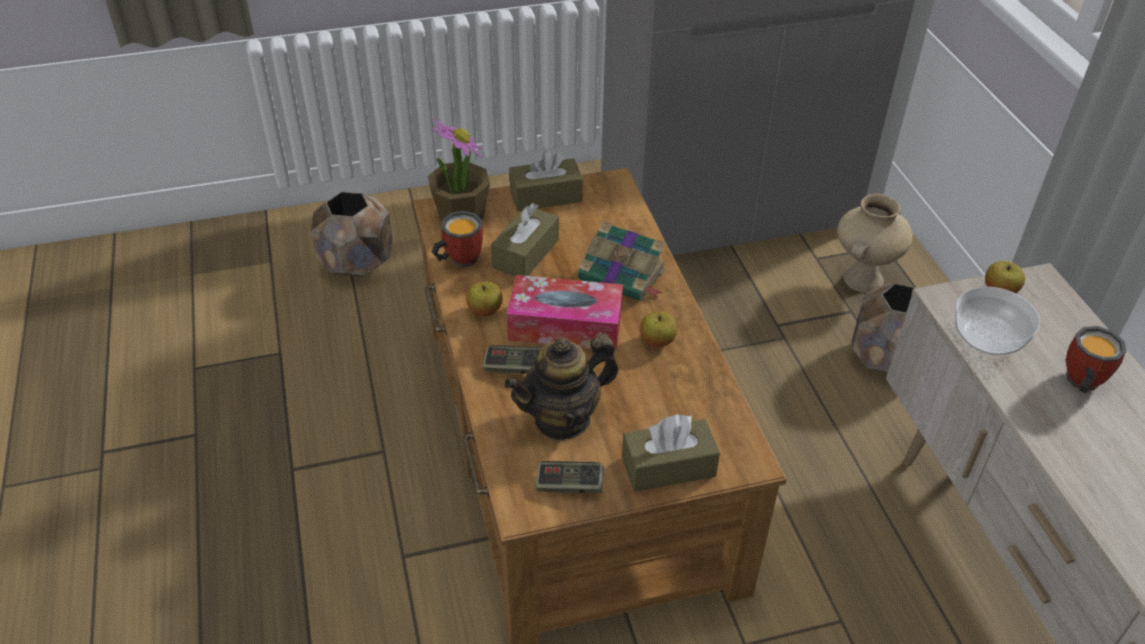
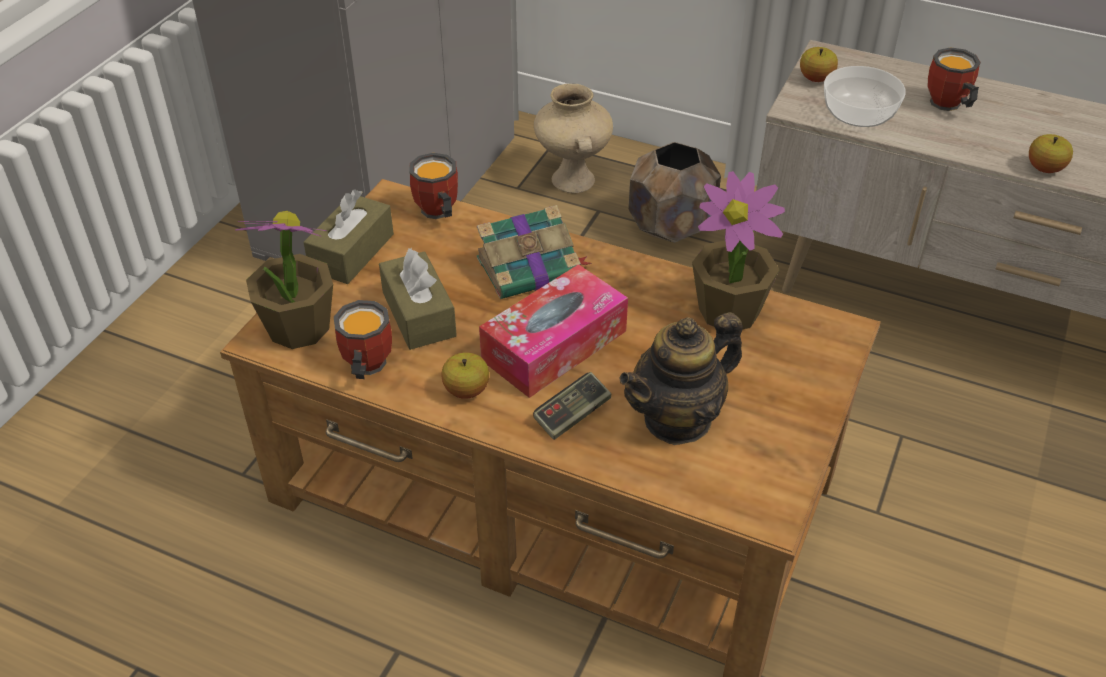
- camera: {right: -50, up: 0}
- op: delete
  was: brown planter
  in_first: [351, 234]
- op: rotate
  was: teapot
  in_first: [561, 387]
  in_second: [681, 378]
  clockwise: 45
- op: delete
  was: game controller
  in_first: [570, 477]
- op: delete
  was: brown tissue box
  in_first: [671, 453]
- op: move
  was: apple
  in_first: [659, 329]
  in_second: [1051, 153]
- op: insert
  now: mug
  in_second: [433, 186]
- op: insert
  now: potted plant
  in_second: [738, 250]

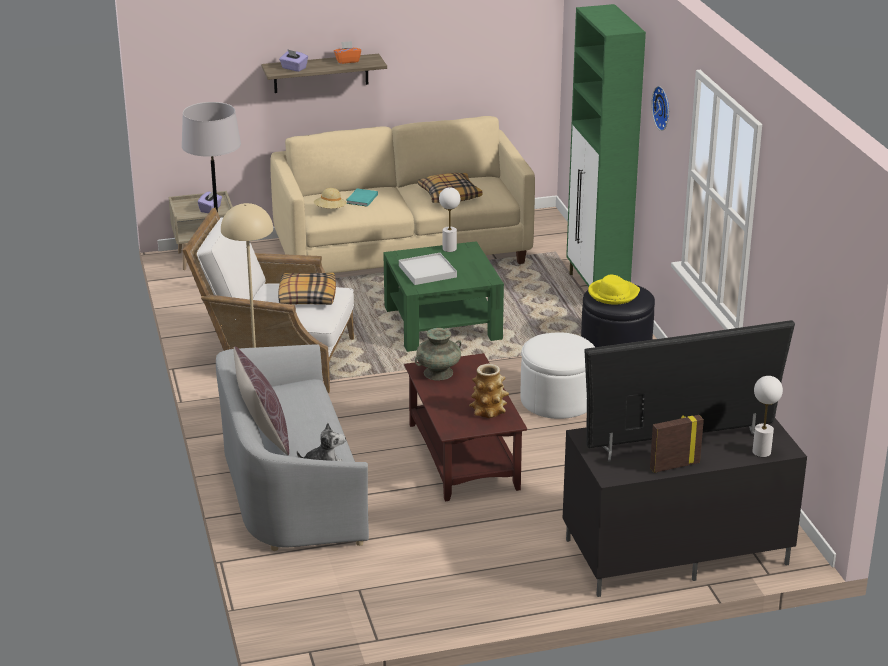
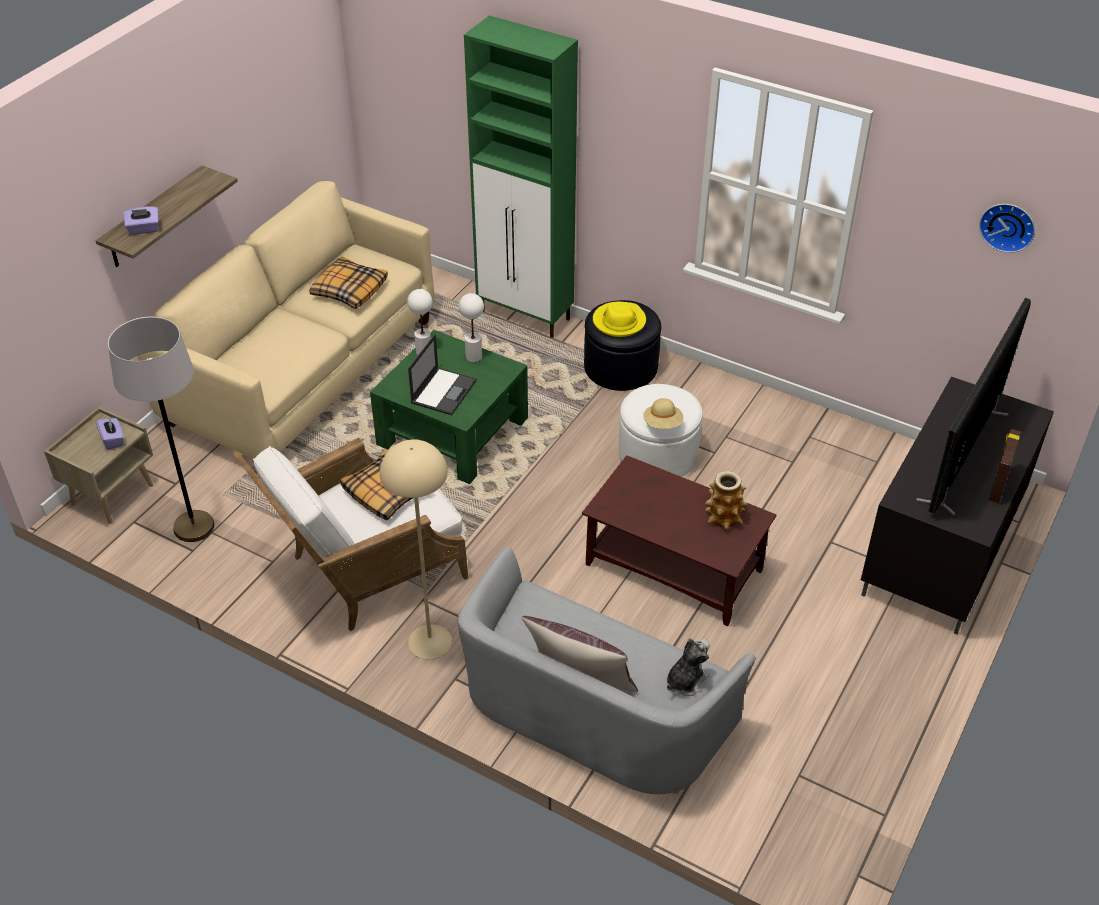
- camera: {right: -45, up: 15}
- op: move
  was: beige hat
  in_first: [330, 198]
  in_second: [663, 413]
- op: delete
  was: orange tissue box
  in_first: [347, 52]
- op: delete
  was: turquoise book
  in_first: [362, 197]
- op: replace
  was: white tray
  now: laptop
  in_first: [428, 269]
  in_second: [442, 374]
- op: delete
  was: turquoise vase
  in_first: [438, 354]
- op: move
  was: wall clock
  in_first: [660, 108]
  in_second: [1007, 228]
- op: move
  was: white table lamp
  in_first: [767, 416]
  in_second: [471, 327]

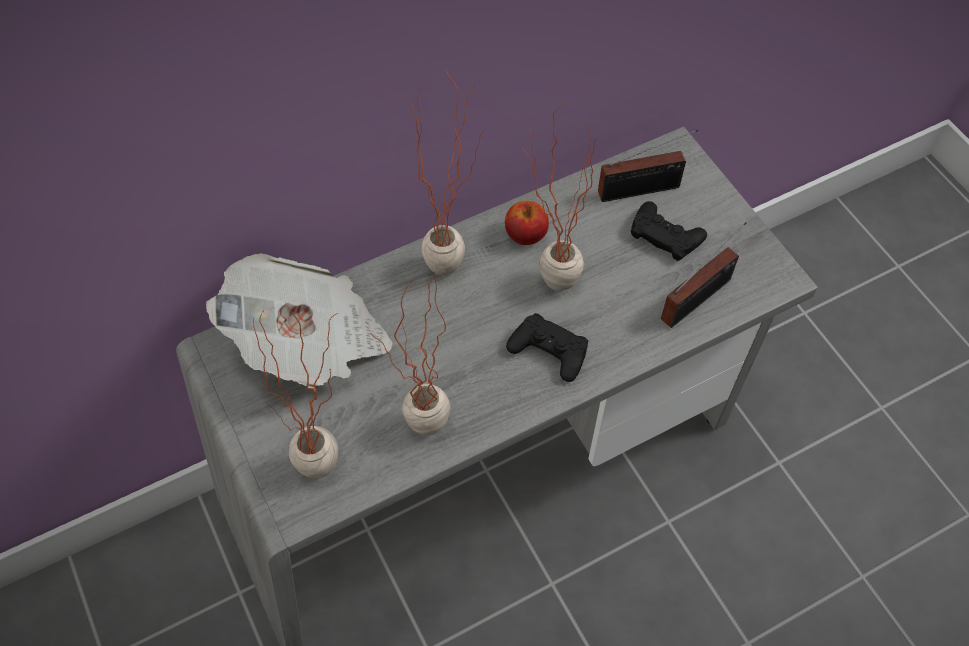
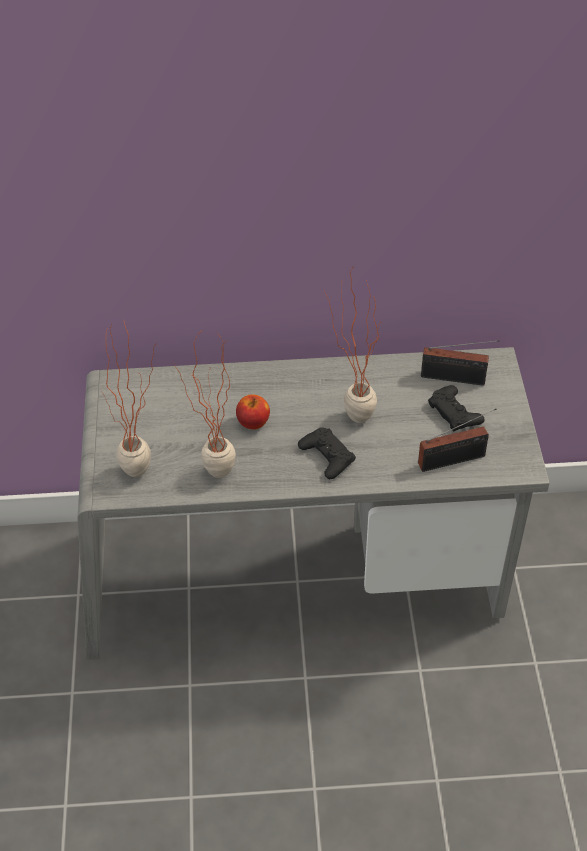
- camera: {right: 25, up: -10}
- op: delete
  was: newspaper
  in_first: [299, 320]
- op: delete
  was: potted plant
  in_first: [448, 173]
- op: move
  was: apple
  in_first: [527, 223]
  in_second: [253, 412]

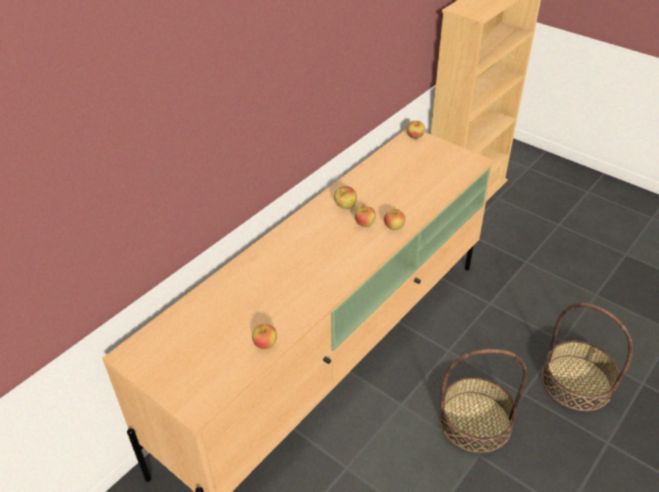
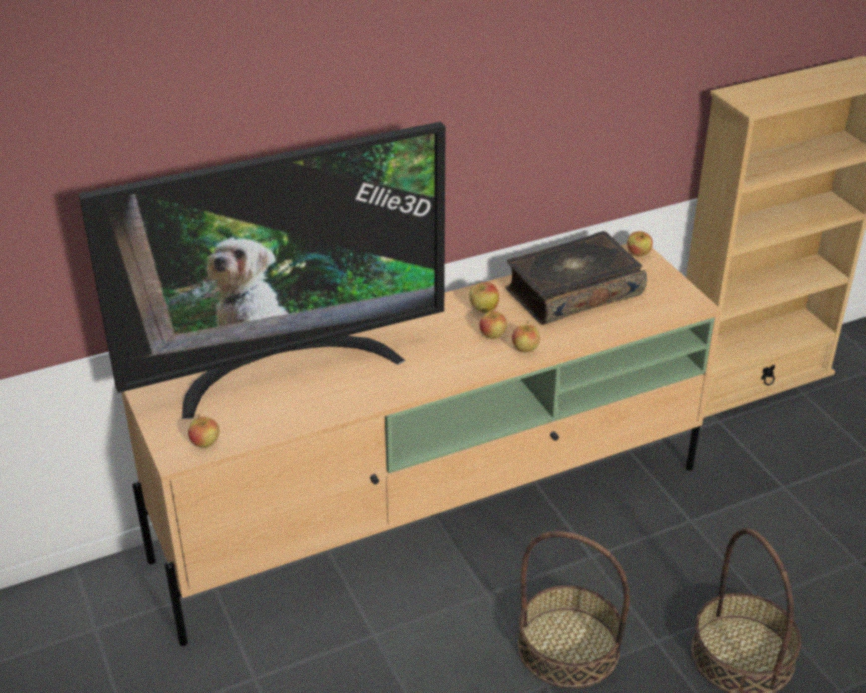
- camera: {right: 25, up: -5}
- op: move
  was: apple
  in_first: [264, 336]
  in_second: [204, 431]
- op: insert
  now: television
  in_second: [262, 270]
- op: insert
  now: book
  in_second: [576, 278]

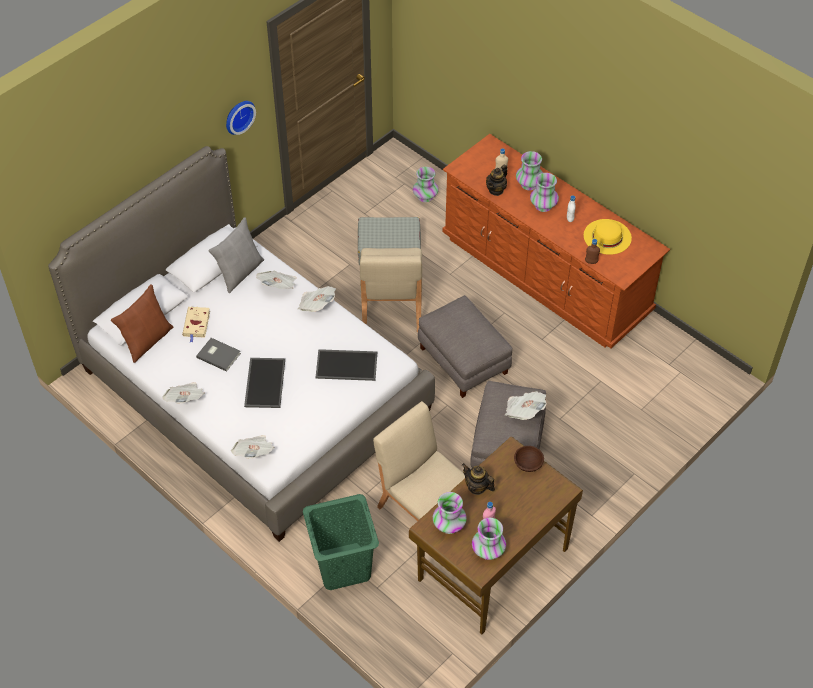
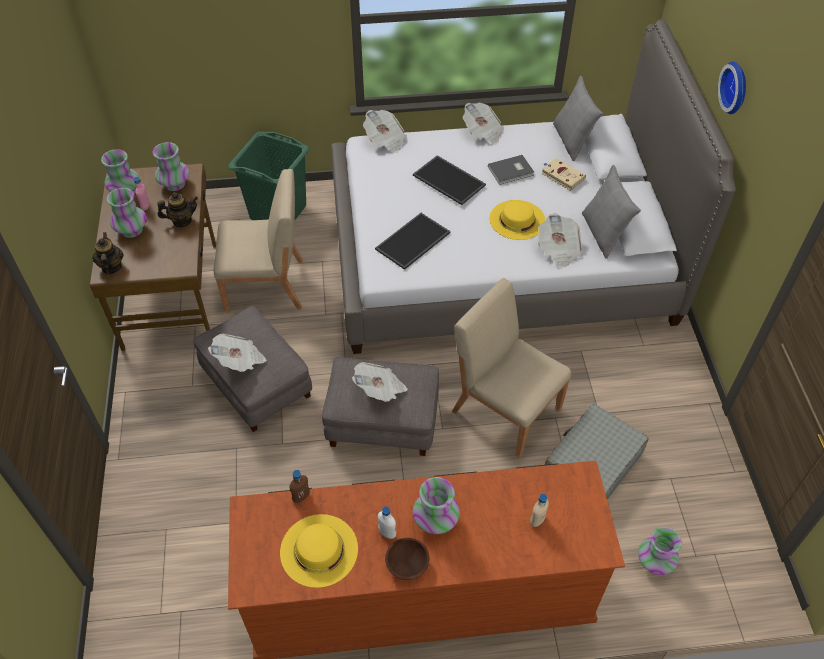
- camera: {right: 130, up: 0}
- op: recolor
  was: brown pillow
  now: grey pillow
  in_first: [142, 323]
  in_second: [578, 118]
- op: move
  was: wall clock
  in_first: [241, 118]
  in_second: [732, 87]
- op: move
  was: newspaper
  in_first: [317, 299]
  in_second: [379, 382]
- op: move
  was: teapot
  in_first: [496, 180]
  in_second: [107, 253]
- op: move
  was: brown bowl
  in_first: [529, 459]
  in_second: [407, 559]
- op: move
  was: vase
  in_first: [529, 170]
  in_second: [127, 213]
- op: insert
  now: yellow hat
  in_second: [518, 220]

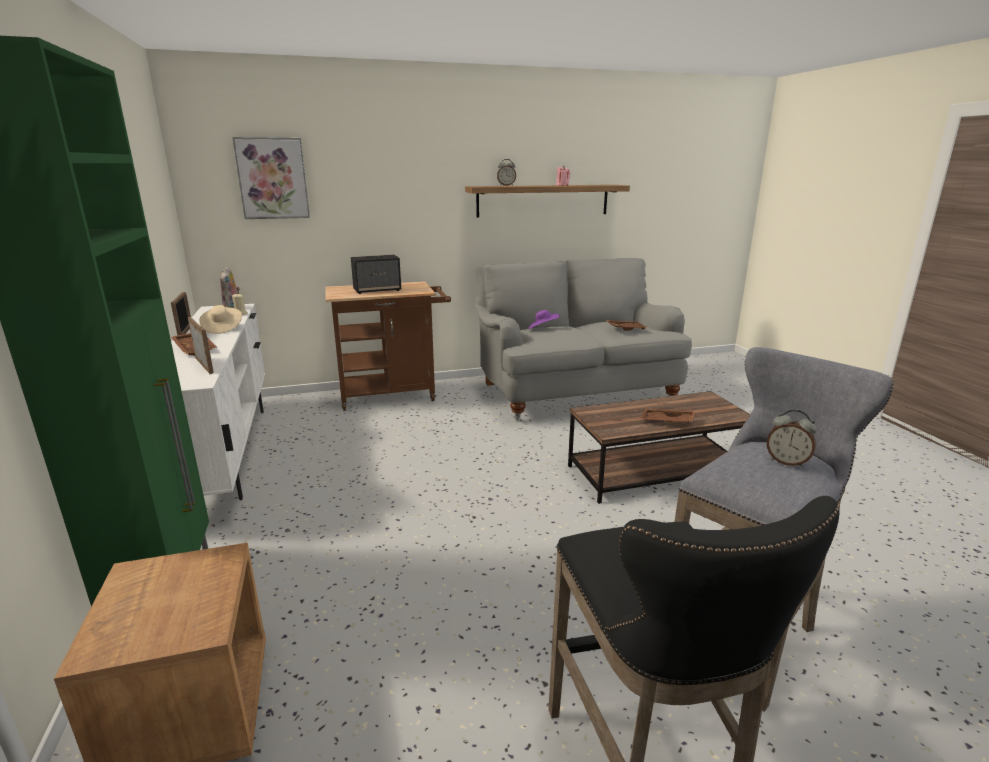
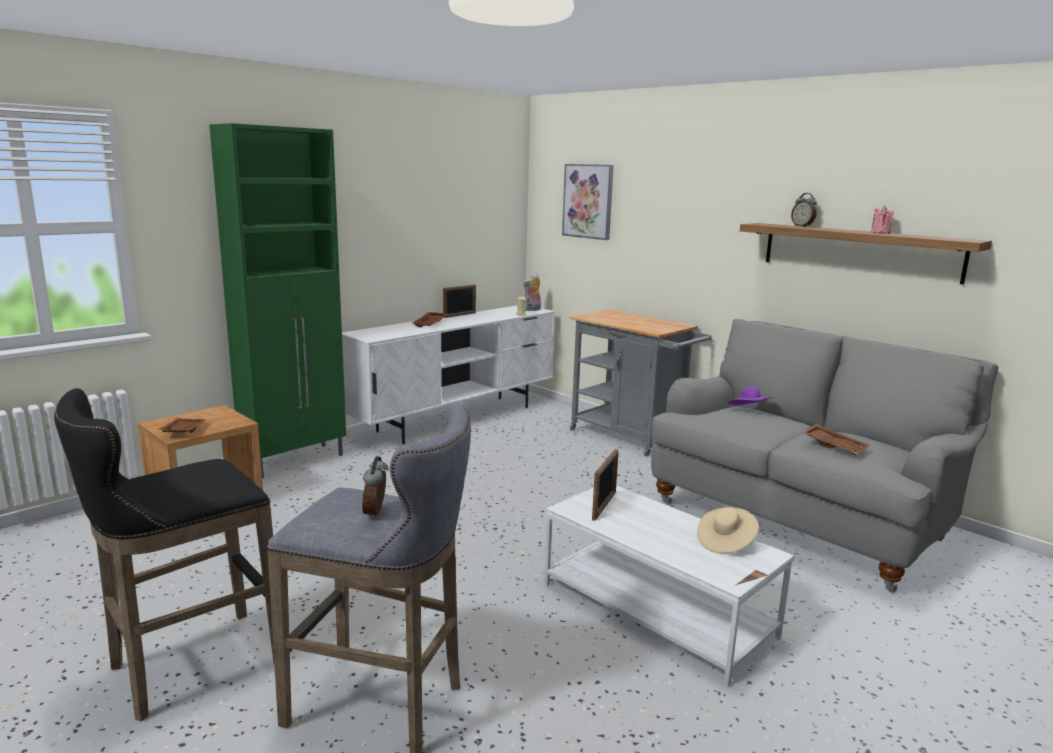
- camera: {right: 60, up: -5}
- op: move
  was: picture frame
  in_first: [201, 345]
  in_second: [605, 485]
- op: move
  was: beige hat
  in_first: [220, 319]
  in_second: [728, 530]
- op: recolor
  was: brown cart
  now: grey cart
  in_first: [388, 346]
  in_second: [641, 382]
- op: delete
  was: speaker
  in_first: [376, 274]
- op: recolor
  was: brown coffee table
  now: white coffee table
  in_first: [659, 447]
  in_second: [669, 586]
- op: move
  was: brown tray
  in_first: [668, 416]
  in_second: [182, 425]

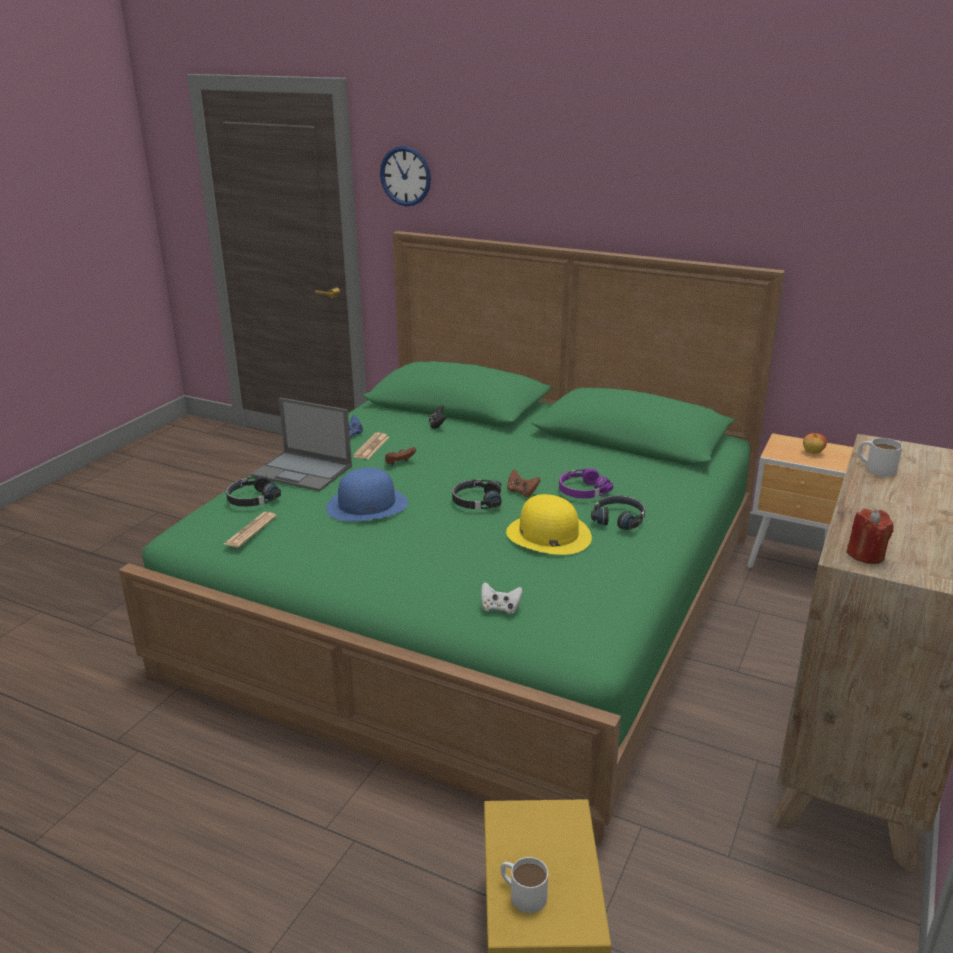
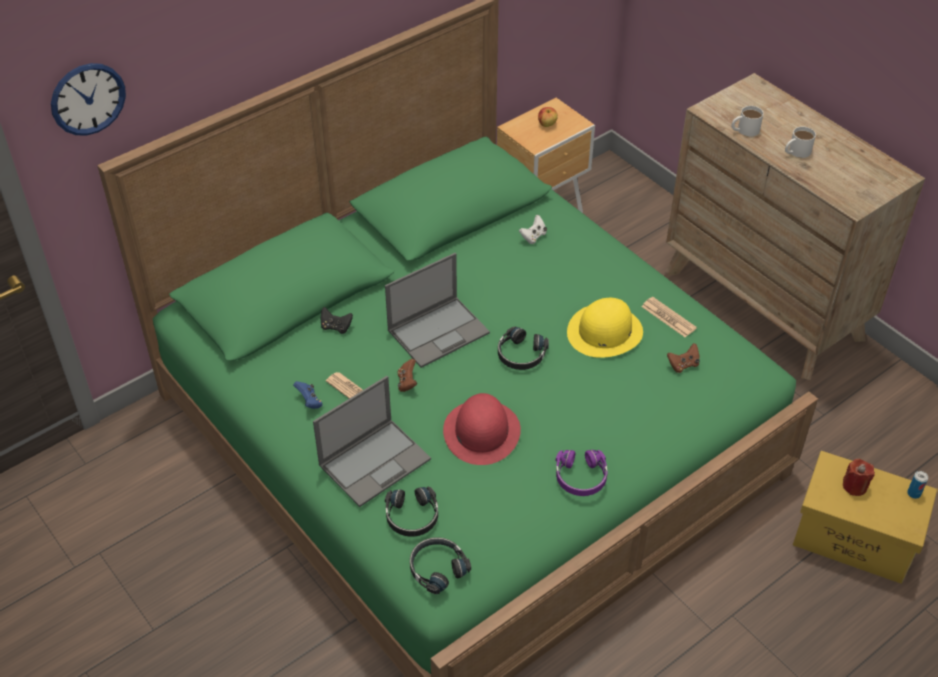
- camera: {right: -65, up: 20}
- op: move
  was: newspaper
  in_first: [250, 529]
  in_second: [669, 317]
- op: recolor
  was: blue hat
  now: red hat
  in_first: [367, 494]
  in_second: [482, 429]
- op: move
  was: white game controller
  in_first: [501, 598]
  in_second: [533, 229]
- op: move
  was: white mug
  in_first: [524, 885]
  in_second: [800, 142]
- op: move
  was: brown game controller
  in_first: [523, 483]
  in_second: [683, 358]
- op: move
  was: purple headphones
  in_first: [586, 483]
  in_second: [581, 473]
- op: move
  was: black headphones
  in_first: [618, 512]
  in_second: [440, 565]
- op: move
  was: red candle
  in_first: [869, 536]
  in_second: [859, 477]
- op: insert
  now: laptop
  in_second: [437, 310]
- op: insert
  now: can
  in_second: [917, 485]

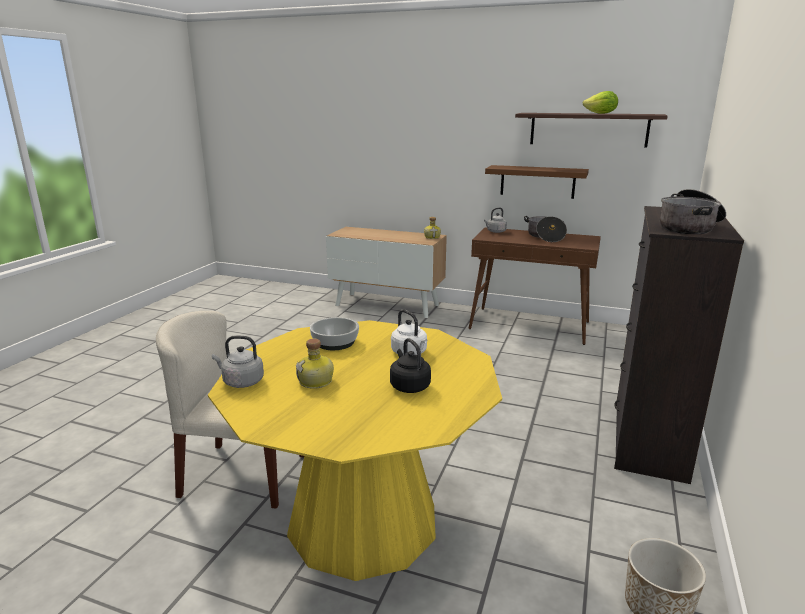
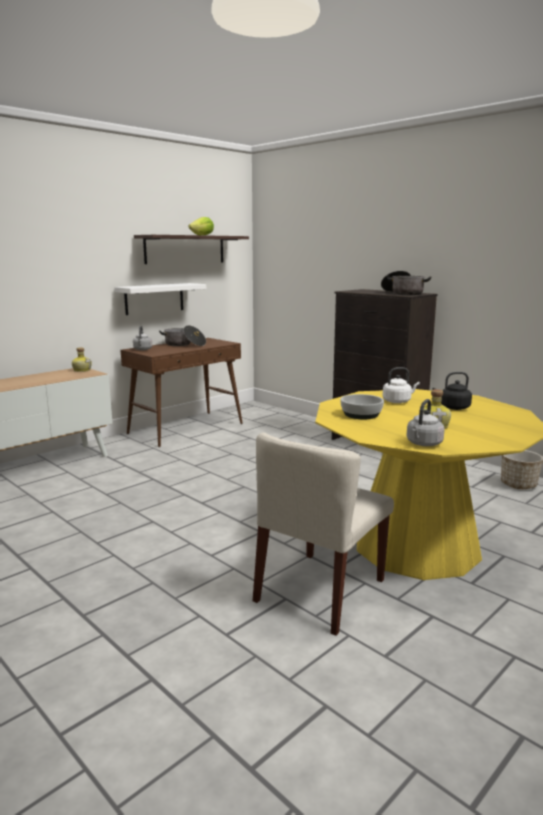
- camera: {right: -65, up: -5}
- op: recolor
  was: brown shelf
  now: white shelf
  in_first: [537, 182]
  in_second: [160, 299]

